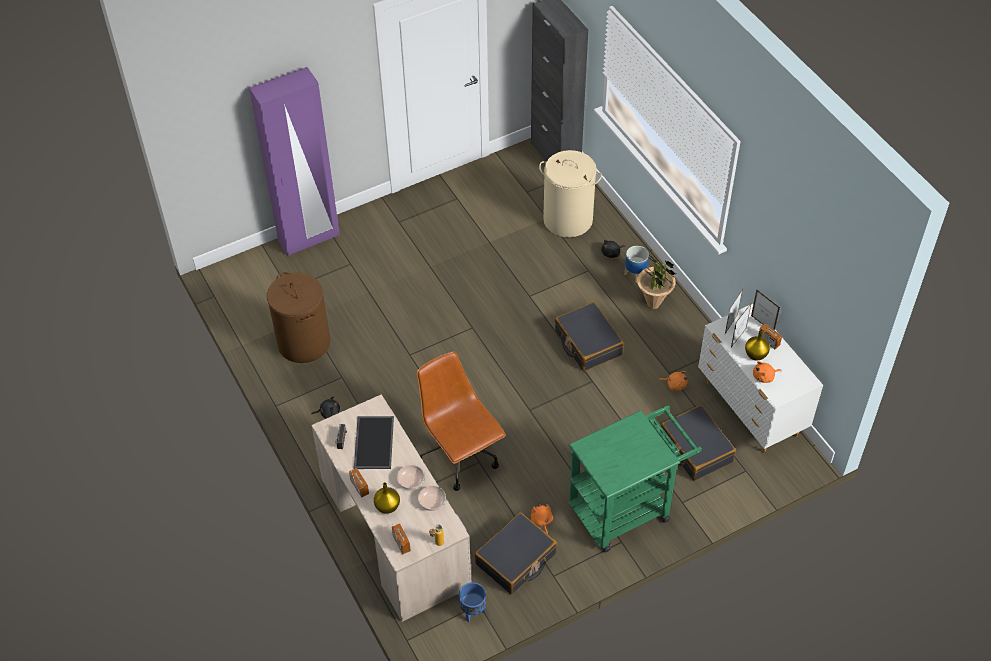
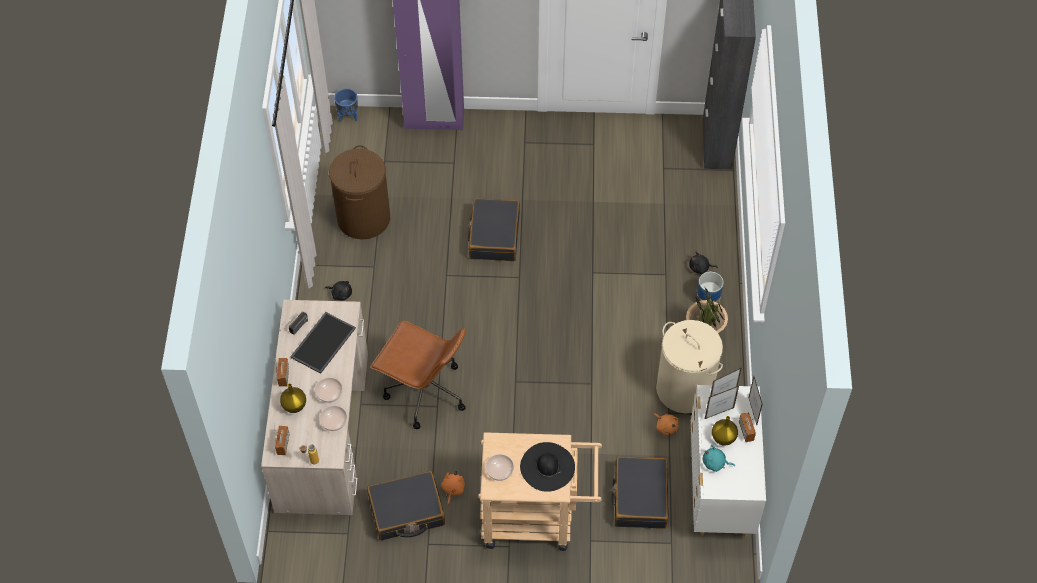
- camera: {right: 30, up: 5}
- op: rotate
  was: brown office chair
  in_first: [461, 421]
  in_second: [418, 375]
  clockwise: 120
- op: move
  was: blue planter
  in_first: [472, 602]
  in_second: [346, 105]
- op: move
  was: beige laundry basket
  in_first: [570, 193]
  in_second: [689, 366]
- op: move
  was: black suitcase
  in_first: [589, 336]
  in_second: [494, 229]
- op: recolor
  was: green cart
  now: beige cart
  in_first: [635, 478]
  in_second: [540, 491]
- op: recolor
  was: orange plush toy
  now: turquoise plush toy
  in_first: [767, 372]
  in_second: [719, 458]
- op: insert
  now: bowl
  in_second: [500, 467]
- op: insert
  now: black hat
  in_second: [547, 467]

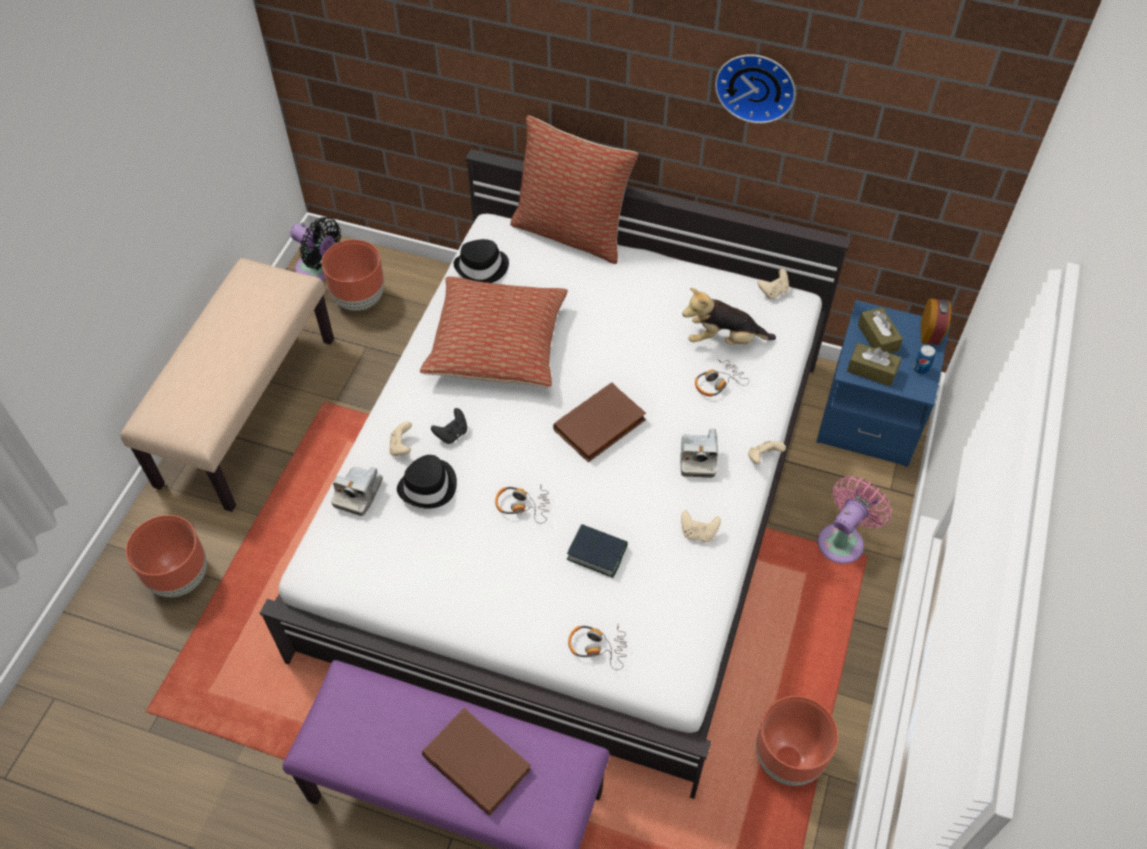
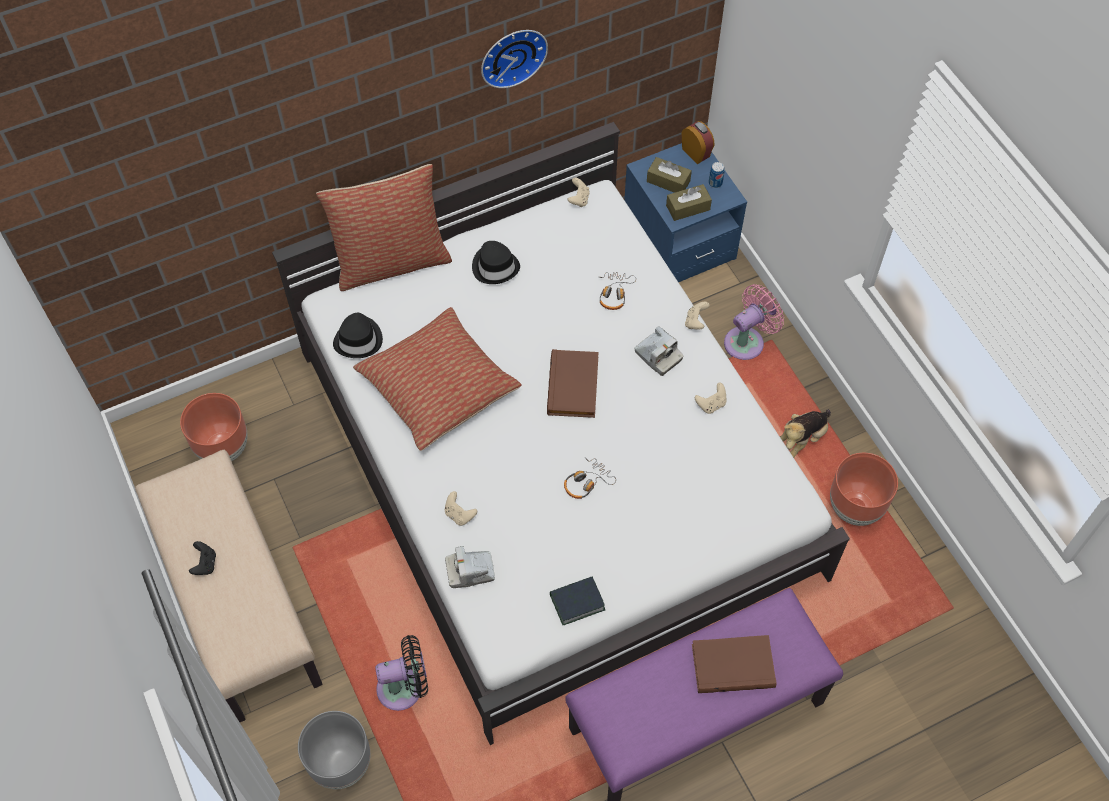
- camera: {right: -45, up: 5}
- op: recolor
  was: brown planter
  now: grey planter
  in_first: [166, 556]
  in_second: [334, 750]
- op: move
  was: black fan
  in_first: [315, 249]
  in_second: [401, 673]
- op: rotate
  was: photo camera
  in_first: [357, 491]
  in_second: [470, 567]
  clockwise: 105
- op: move
  was: black hat
  in_first: [427, 482]
  in_second: [496, 262]
- op: move
  was: black game controller
  in_first: [449, 426]
  in_second: [202, 558]
- op: move
  was: book
  in_first: [597, 551]
  in_second: [577, 600]
- op: delete
  was: headphones
  in_first: [597, 647]
- op: move
  was: plush toy
  in_first: [729, 316]
  in_second: [805, 433]
- op: rotate
  was: pink fan
  in_first: [854, 520]
  in_second: [754, 322]
  clockwise: 60

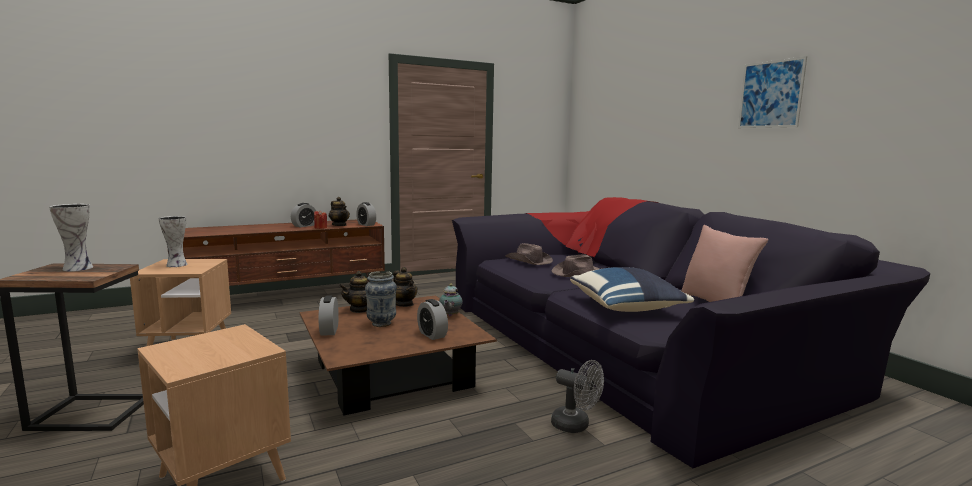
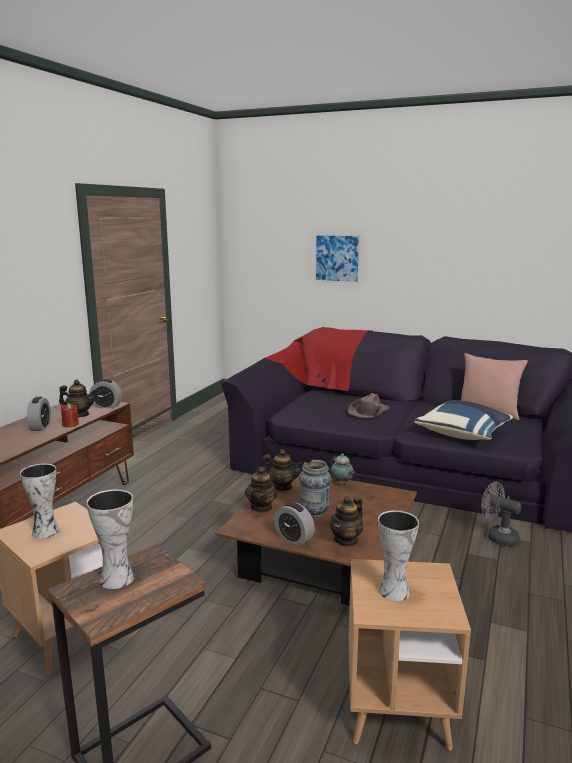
- camera: {right: -40, up: 5}
- op: delete
  was: alarm clock
  in_first: [432, 319]
- op: delete
  was: brown hat
  in_first: [529, 254]
- op: rotate
  was: grey fan
  in_first: [577, 396]
  in_second: [501, 514]
  clockwise: -135
- op: move
  was: picture
  in_first: [772, 92]
  in_second: [337, 259]
- op: insert
  now: teapot
  in_second: [346, 521]
- op: insert
  now: vase
  in_second: [398, 555]

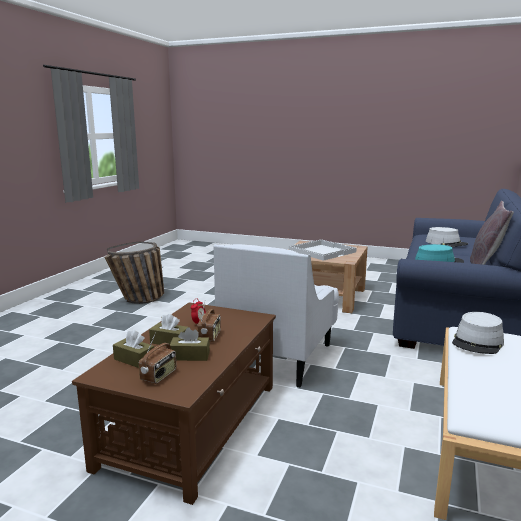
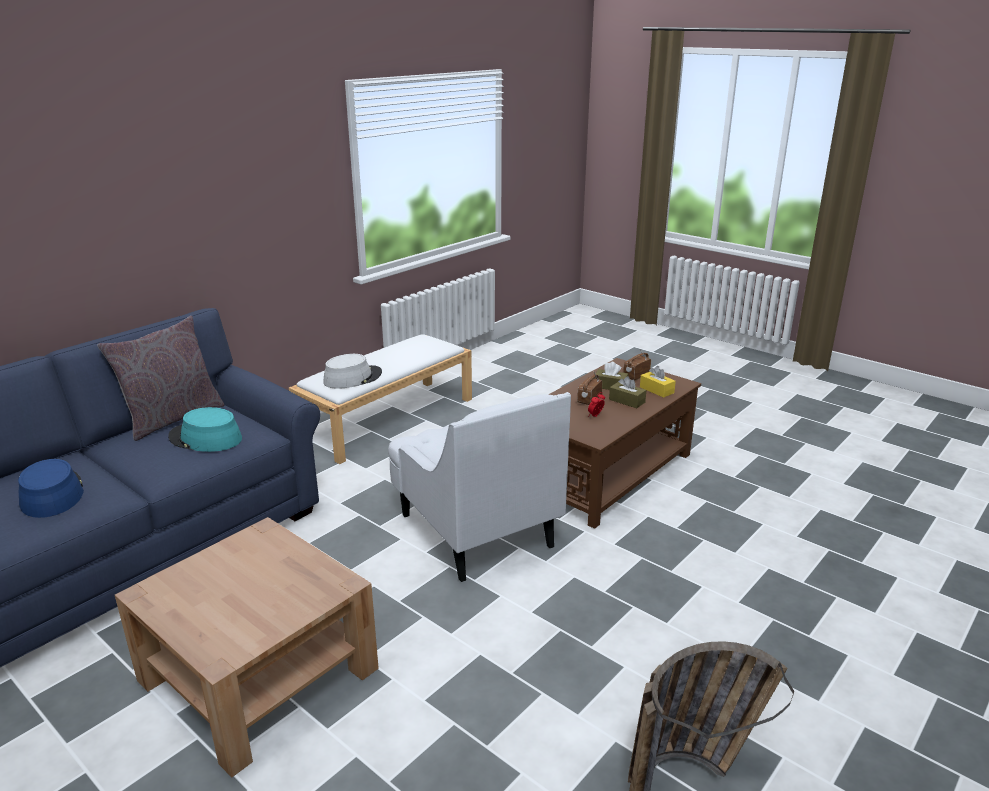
- camera: {right: -160, up: 10}
- op: recolor
  was: brown tissue box
  now: yellow tissue box
  in_first: [133, 349]
  in_second: [658, 382]
- op: rotate
  was: white armchair
  in_first: [276, 315]
  in_second: [479, 487]
  clockwise: 105
- op: delete
  was: white tray
  in_first: [322, 250]
- op: recolor
  was: grey hat
  now: blue hat
  in_first: [447, 237]
  in_second: [51, 488]

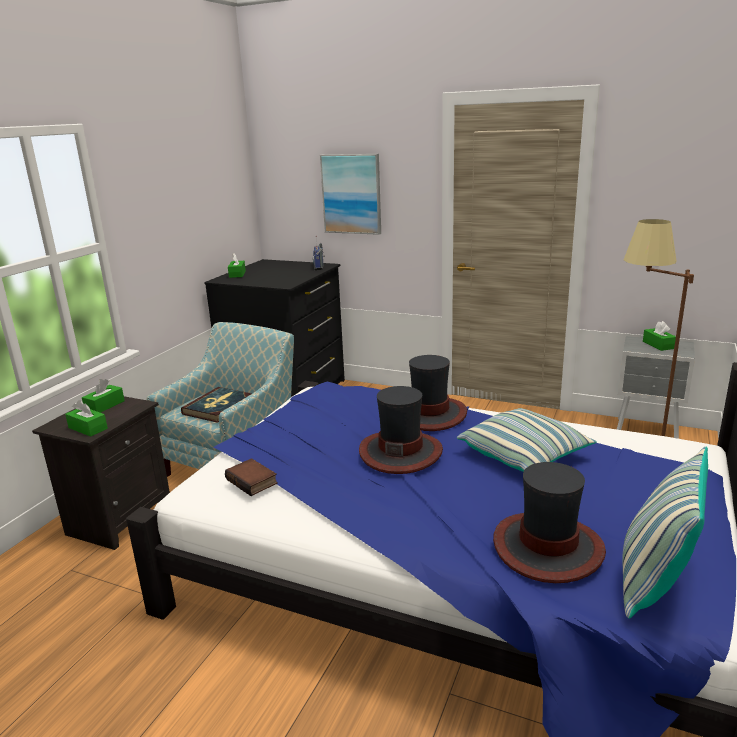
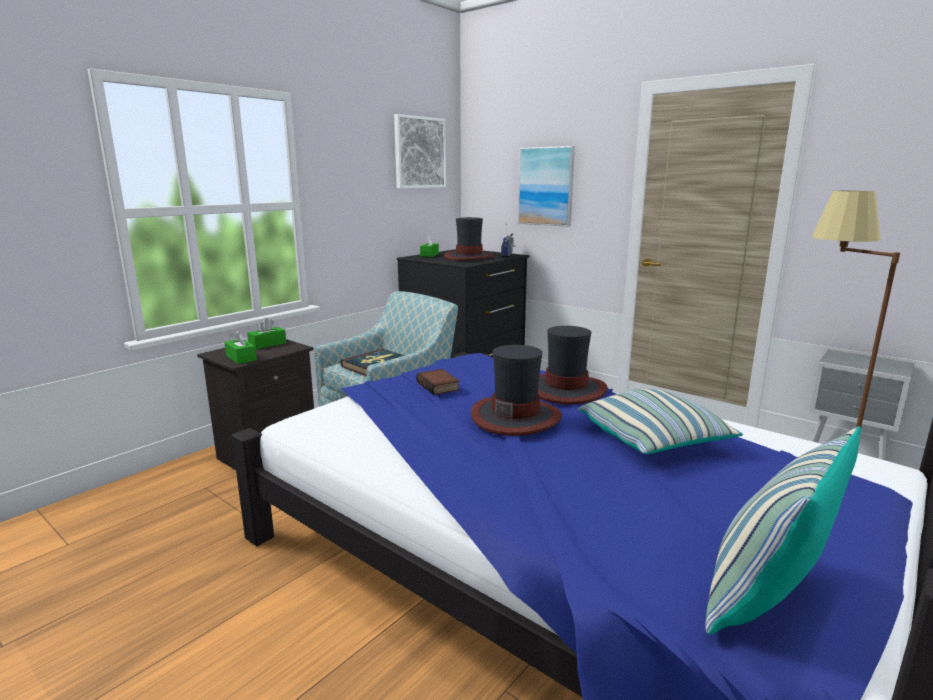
- camera: {right: 15, up: -5}
- op: move
  was: book
  in_first: [251, 477]
  in_second: [438, 382]
- op: move
  was: hat
  in_first: [549, 522]
  in_second: [469, 239]
- op: delete
  was: green tissue box
  in_first: [659, 336]
- op: insert
  now: picture
  in_second: [420, 151]

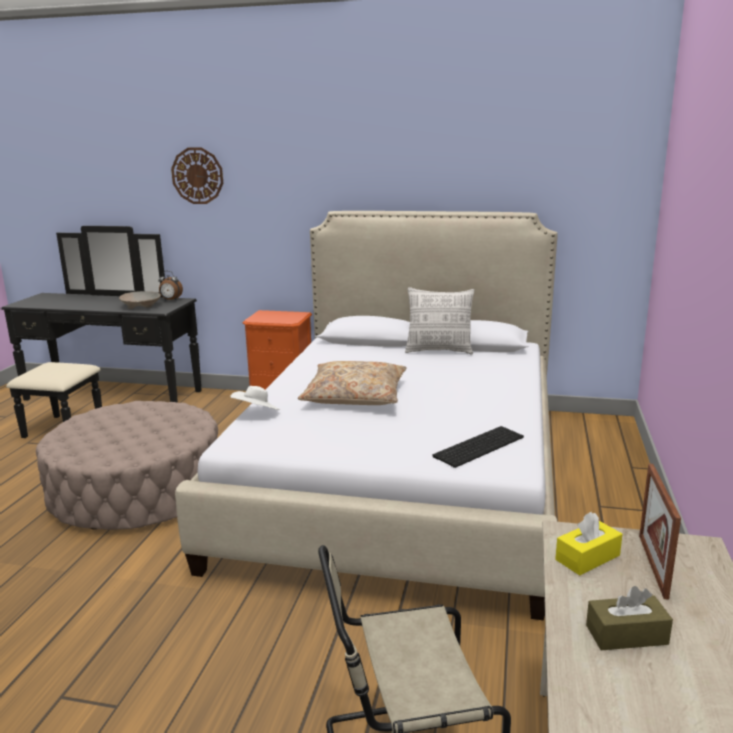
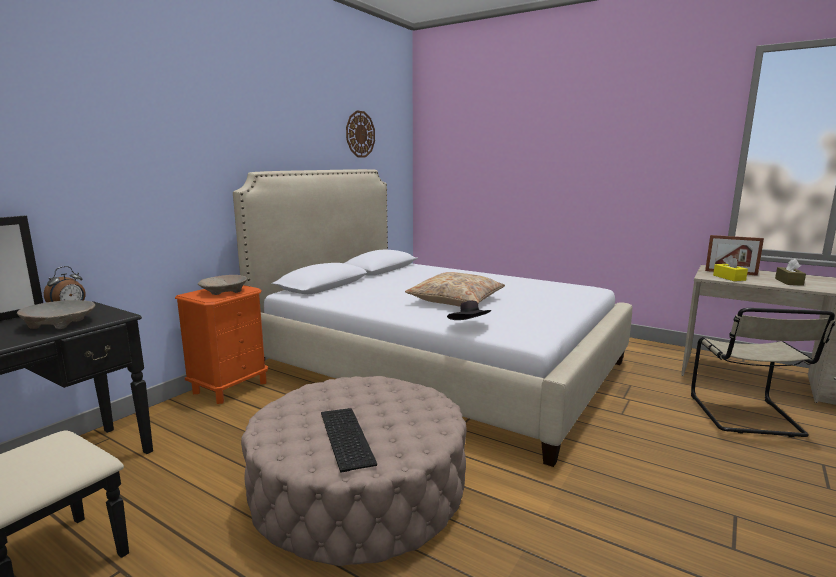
- camera: {right: -70, up: -5}
- op: move
  was: wall clock
  in_first: [197, 175]
  in_second: [360, 133]
- op: recolor
  was: white hat
  now: black hat
  in_first: [255, 398]
  in_second: [469, 310]
- op: delete
  was: pillow
  in_first: [439, 321]
- op: move
  was: keyboard
  in_first: [478, 447]
  in_second: [349, 440]
- op: insert
  now: beige bowl
  in_second: [222, 285]

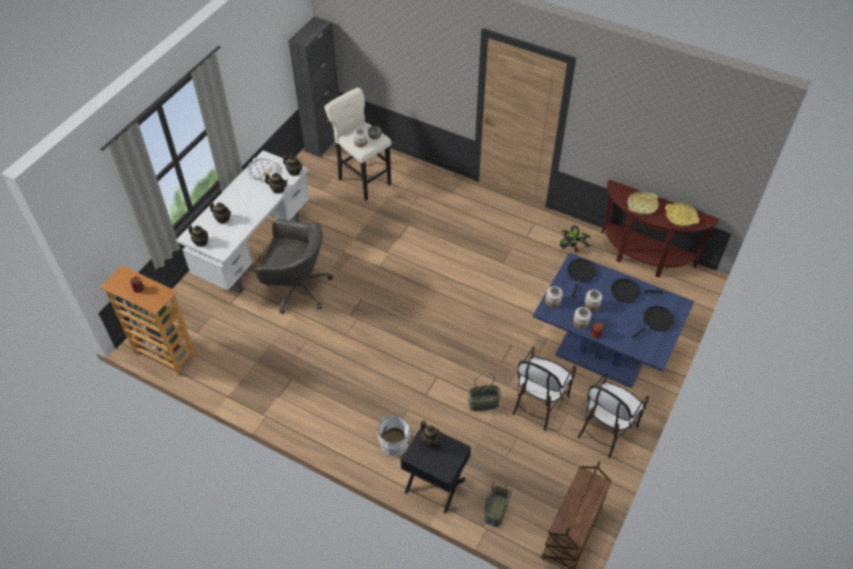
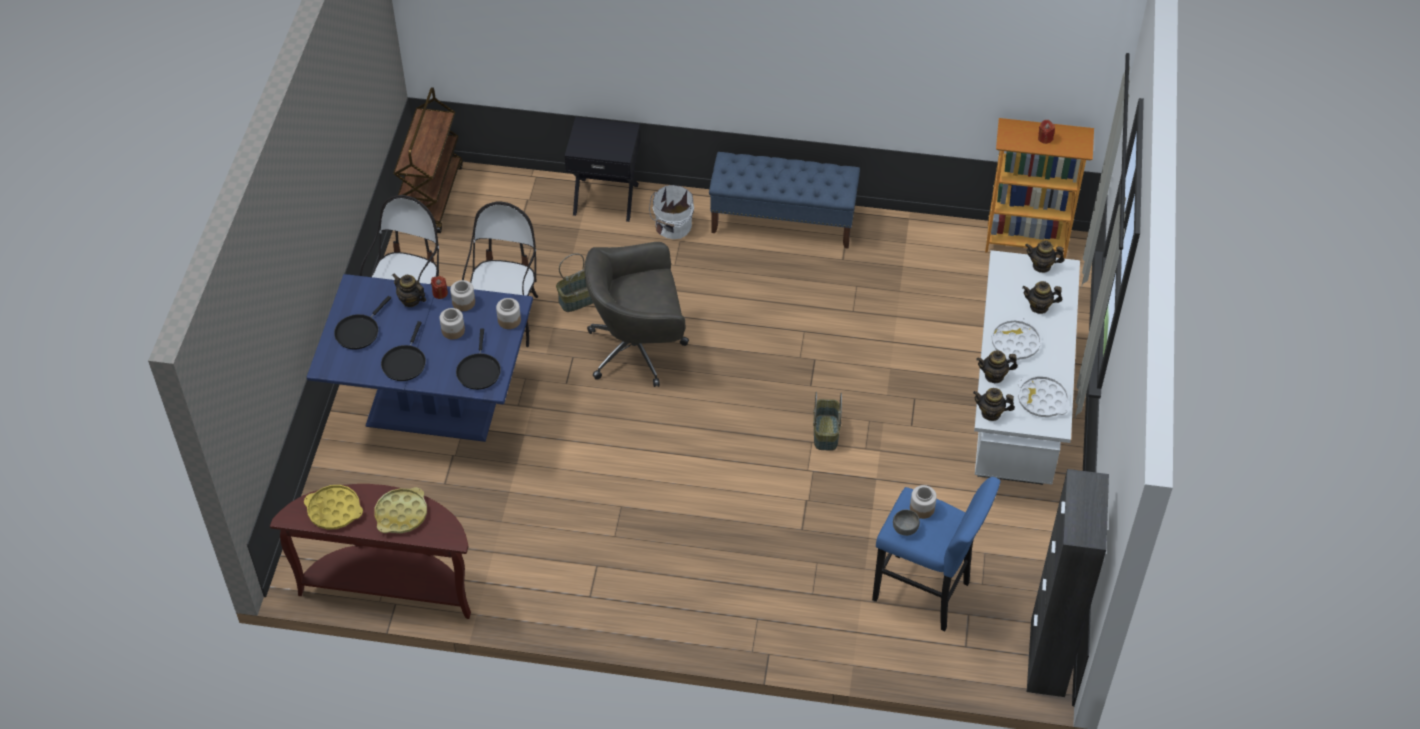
- camera: {right: 160, up: 0}
- op: move
  was: grey office chair
  in_first: [294, 266]
  in_second: [636, 314]
- op: recolor
  was: beige stool
  now: blue stool
  in_first: [357, 144]
  in_second: [936, 554]
- op: move
  was: teapot
  in_first: [431, 433]
  in_second: [409, 290]
- op: move
  was: basket
  in_first: [498, 504]
  in_second: [827, 421]
- op: delete
  was: potted plant
  in_first: [575, 238]
- op: rotate
  was: black frying pan
  in_first: [637, 291]
  in_second: [403, 351]
  clockwise: 120
- op: insert
  now: blue bench
  in_second: [784, 200]
- op: insert
  now: white tray
  in_second: [1016, 338]

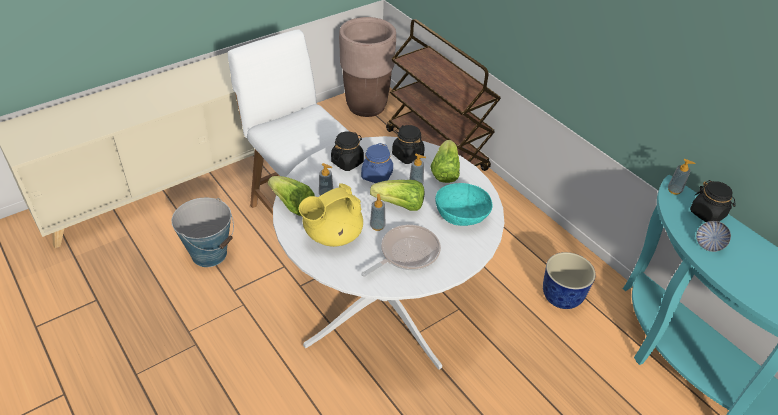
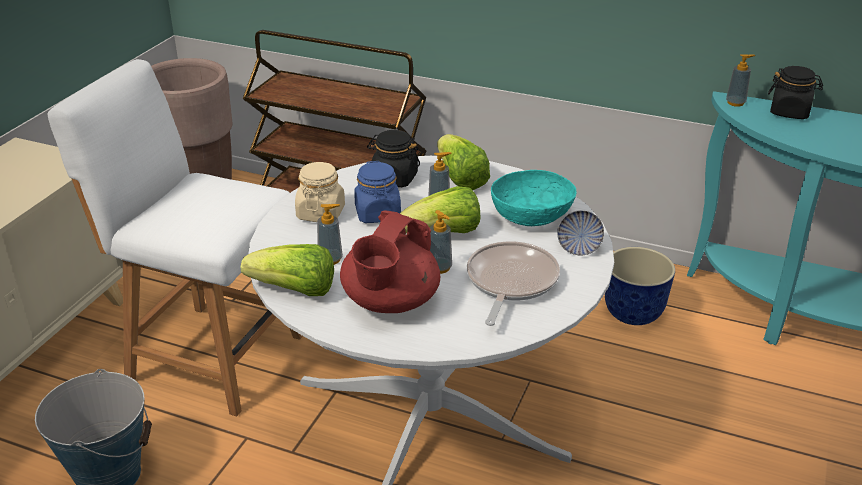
- camera: {right: -30, up: -10}
- op: recolor
  was: yellow teapot
  now: red teapot
  in_first: [331, 215]
  in_second: [390, 261]
- op: recolor
  was: black jar
  now: beige jar
  in_first: [347, 151]
  in_second: [320, 192]
- op: move
  was: bowl
  in_first: [713, 236]
  in_second: [580, 233]

